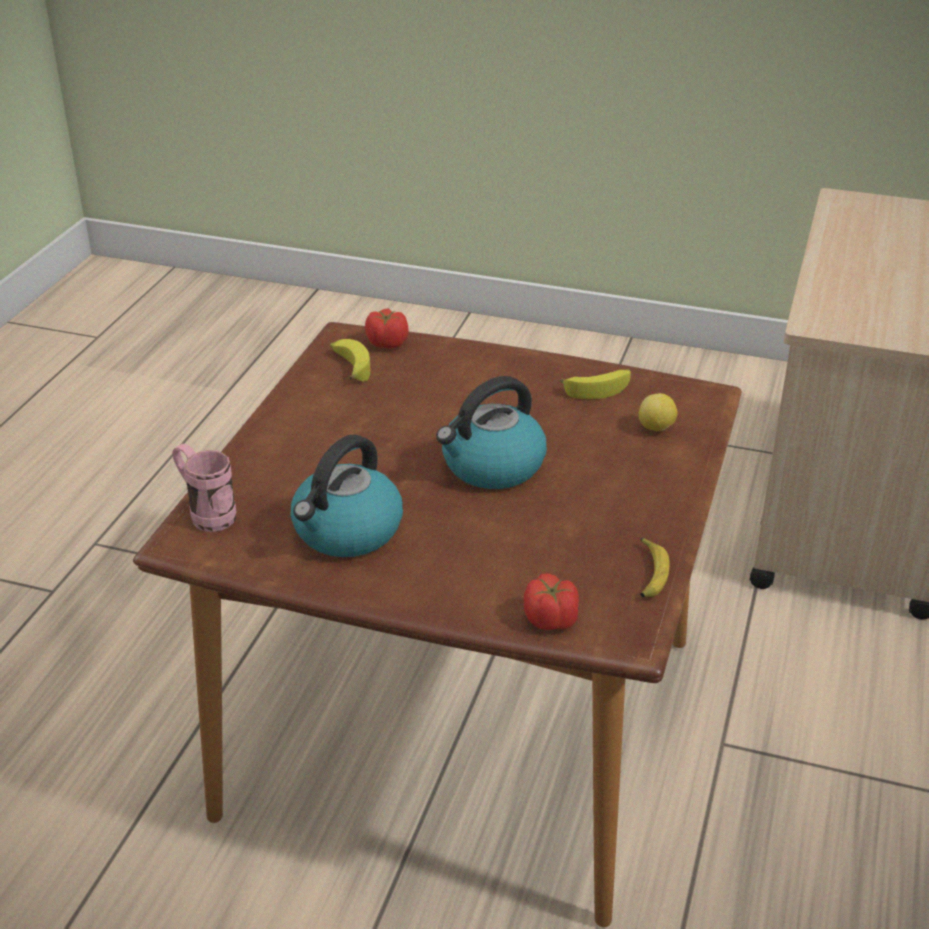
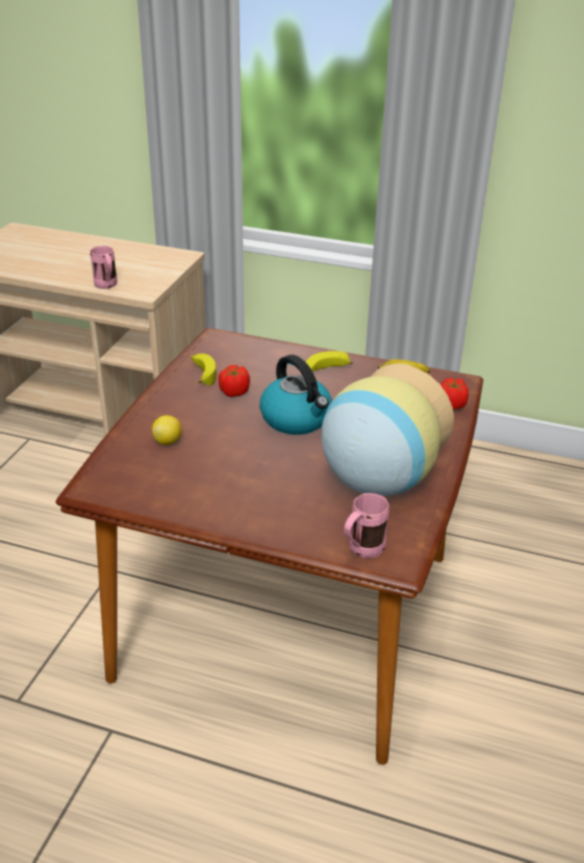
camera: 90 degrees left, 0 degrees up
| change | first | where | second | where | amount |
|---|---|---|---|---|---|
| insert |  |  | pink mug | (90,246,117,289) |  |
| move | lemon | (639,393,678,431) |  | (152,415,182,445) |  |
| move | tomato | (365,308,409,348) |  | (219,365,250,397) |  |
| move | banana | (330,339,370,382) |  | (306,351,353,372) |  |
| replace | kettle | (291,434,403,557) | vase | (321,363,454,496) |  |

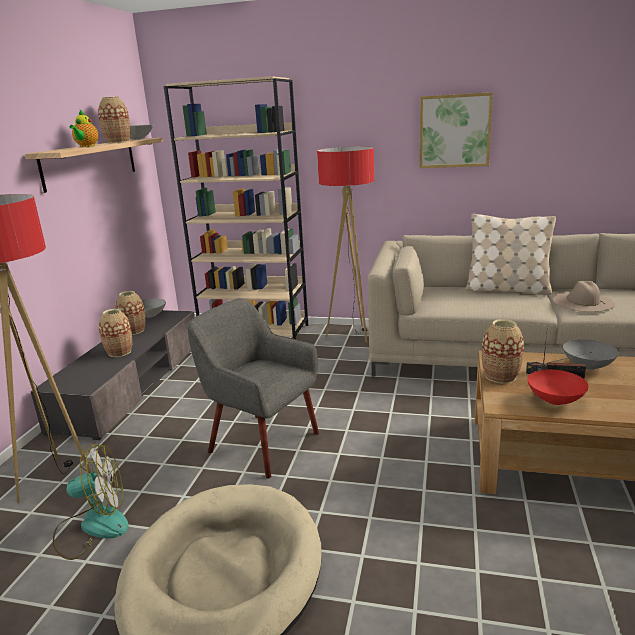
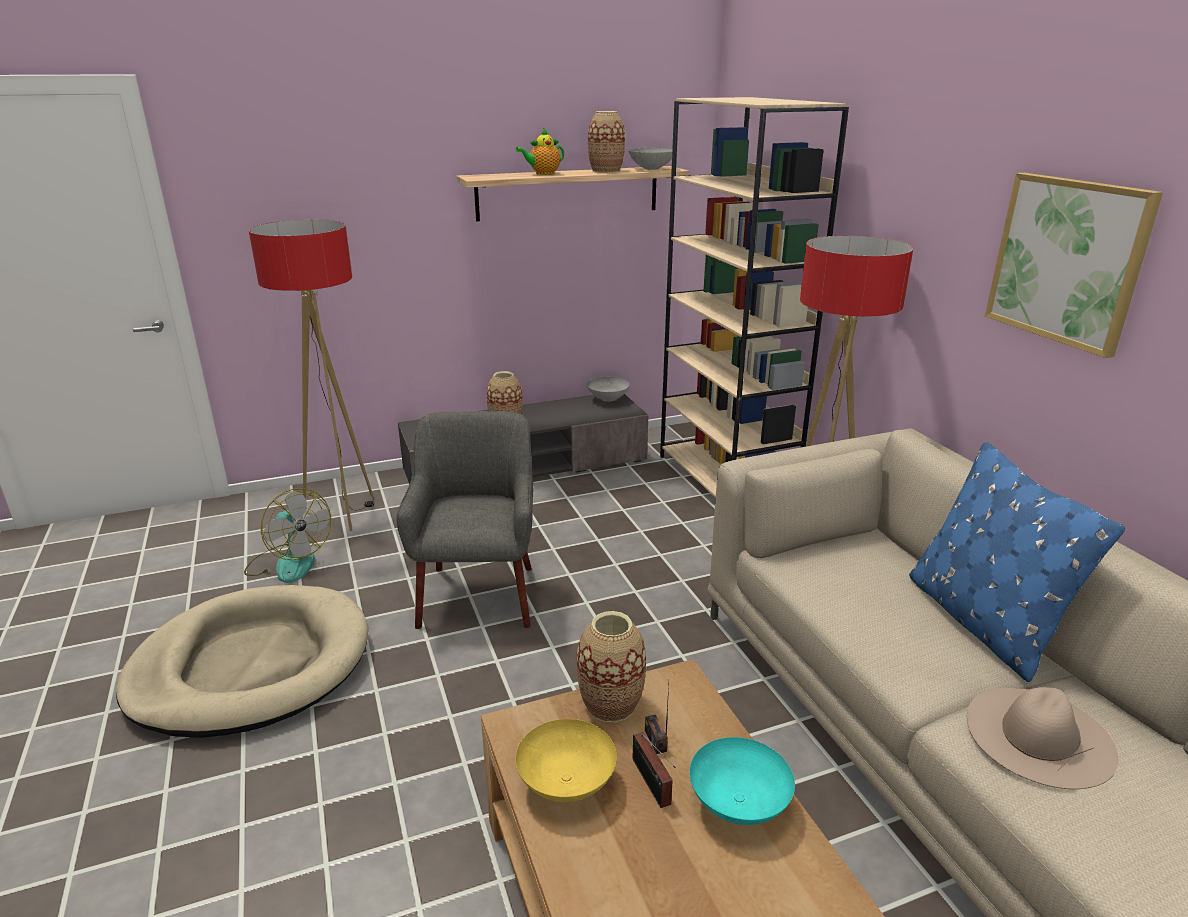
camera: 55 degrees right, 5 degrees up
| change | first | where | second | where | amount |
|---|---|---|---|---|---|
| recolor | red bowl | (527,369,589,405) | yellow bowl | (516,719,617,802) |  |
| recolor | grey bowl | (563,339,619,370) | turquoise bowl | (689,737,795,825) |  |
| recolor | beige pillow | (465,214,556,295) | blue pillow | (909,442,1125,682) |  |
| delete | vase | (115,291,145,335) |  |  |  |

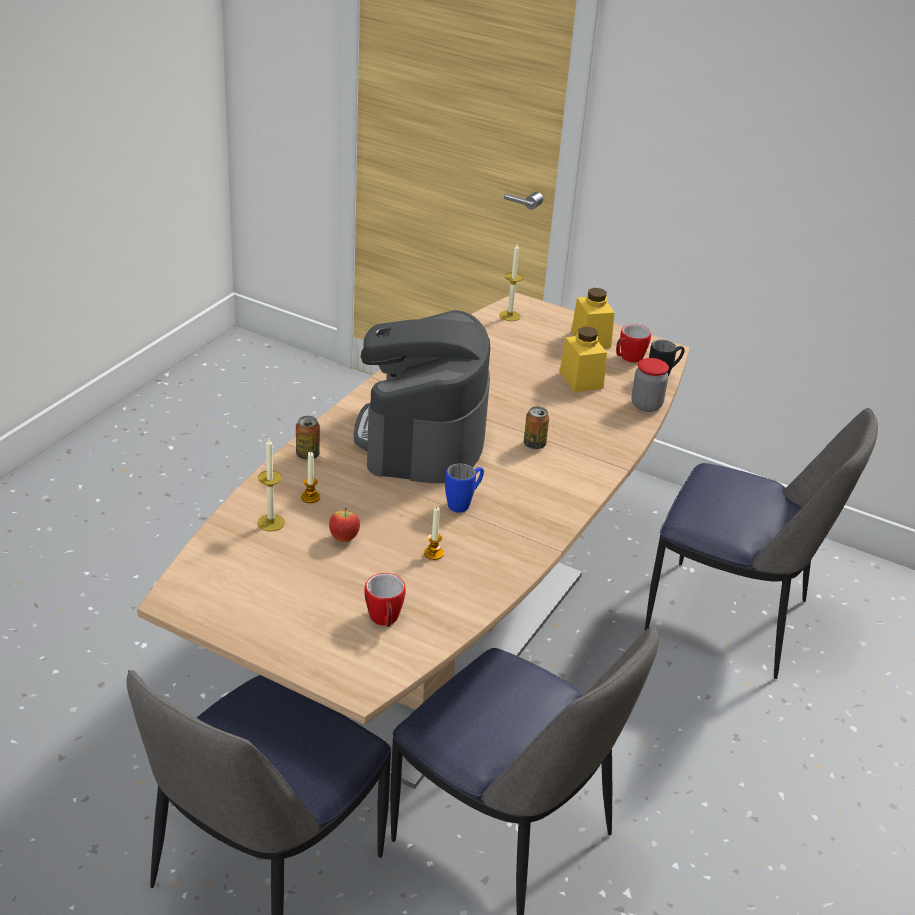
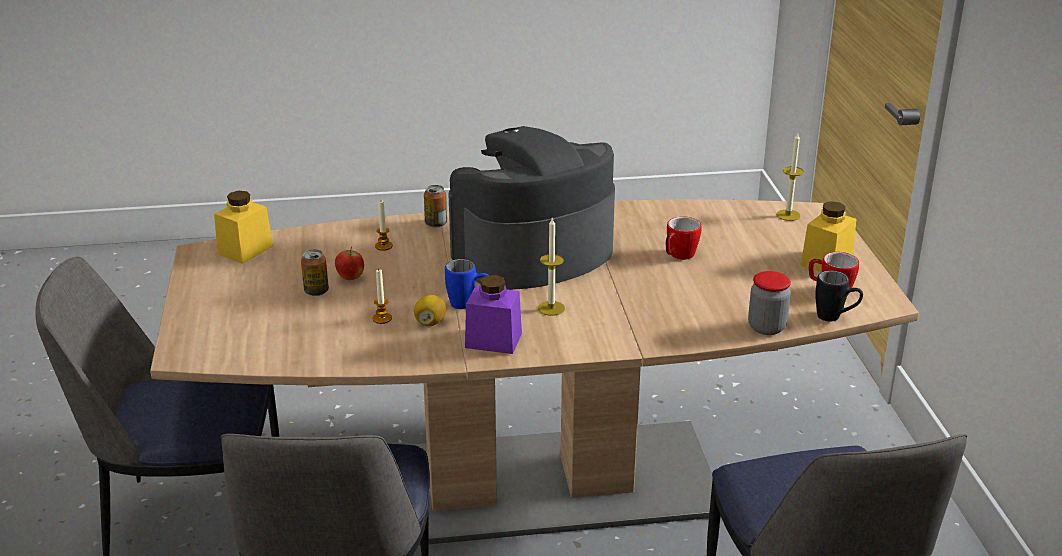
camera: 55 degrees right, 5 degrees down
| change | first | where | second | where | amount |
|---|---|---|---|---|---|
| move | yellow jar | (560,327,607,392) |  | (214,191,273,264) |  |
| move | can | (524,406,549,449) |  | (301,249,329,296) |  |
| insert |  |  | lemon | (414,295,446,326) |  |
| insert |  |  | purple jar | (465,275,522,354) |  |
| move | candle | (257,438,285,532) |  | (538,218,565,316) |  |
| move | mug | (365,573,406,627) |  | (666,216,702,260) |  |

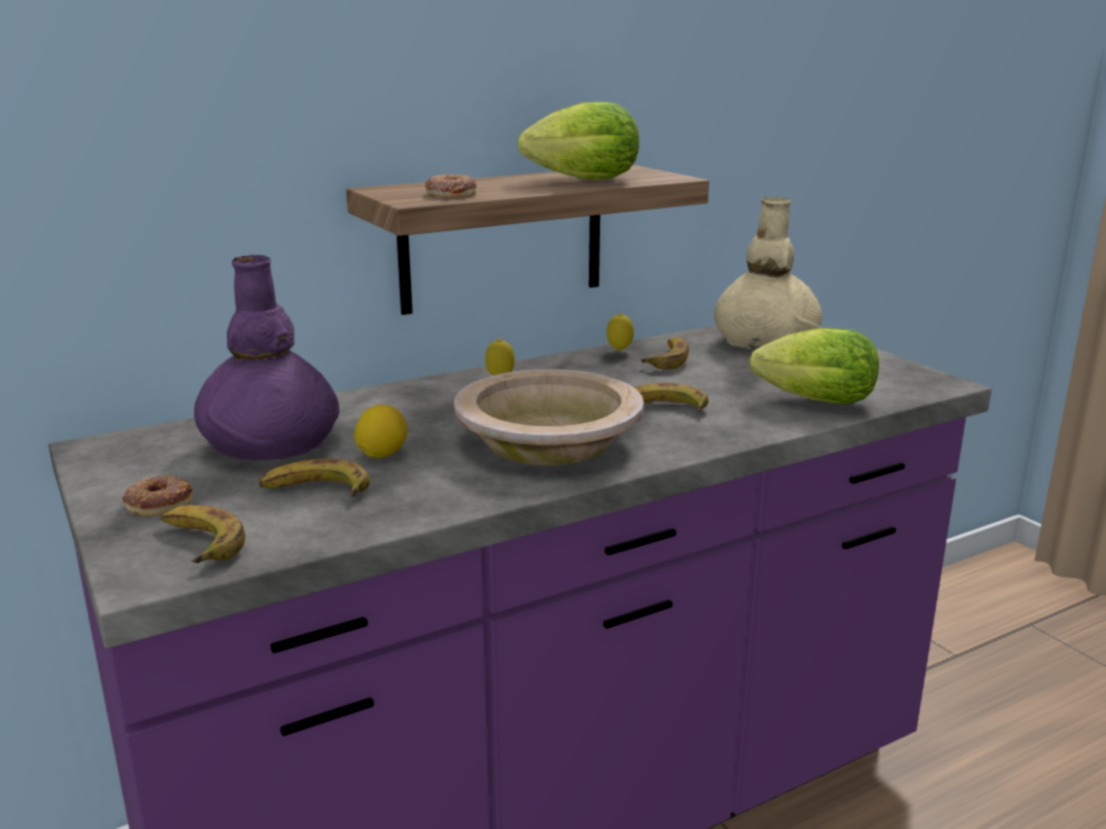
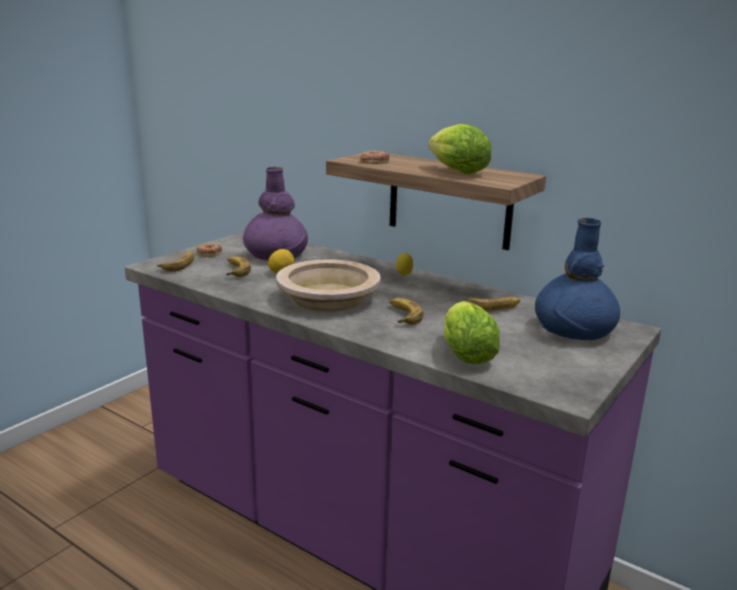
camera: 65 degrees right, 0 degrees up
| change | first | where | second | where | amount |
|---|---|---|---|---|---|
| recolor | beige vase | (714,197,822,350) | blue vase | (535,218,620,341) |  |
| delete | lemon | (607,313,634,351) |  |  |  |

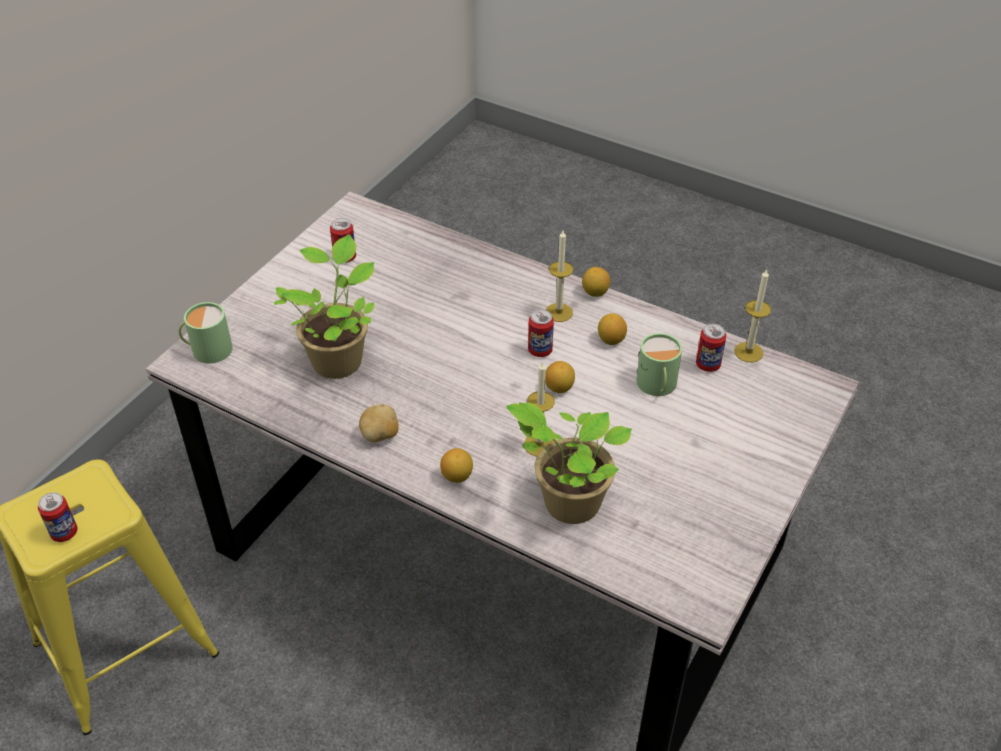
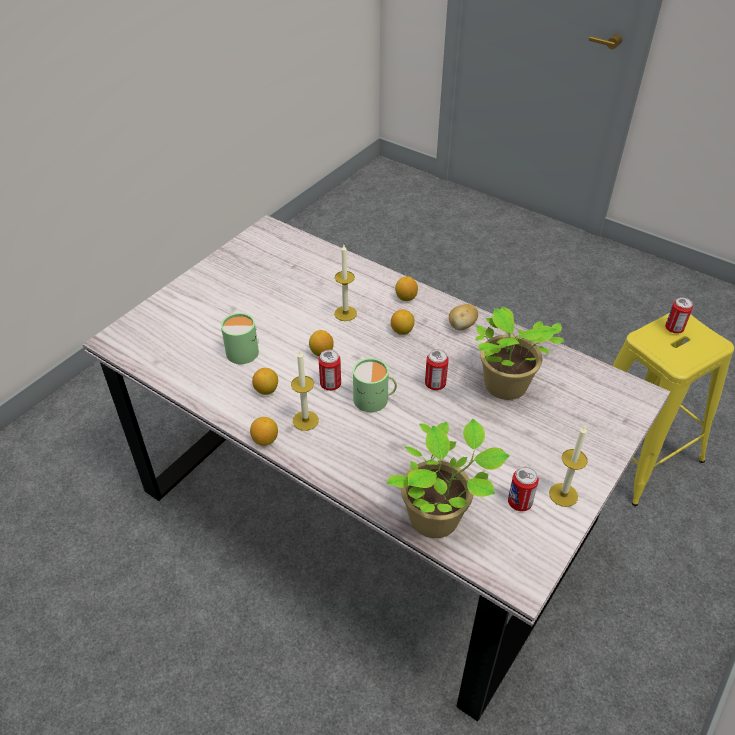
camera: 175 degrees left, 0 degrees up
| change | first | where | second | where | amount |
|---|---|---|---|---|---|
| move | green mug | (178,302,233,364) |  | (353,358,397,412) |  |
| move | potted plant | (506,402,632,524) |  | (386,419,509,538) |  |
| insert |  |  | lemon | (391,309,415,335) |  |
| move | can | (696,324,726,372) |  | (425,349,449,390) |  |
| move | candle | (734,269,771,362) |  | (549,426,588,507) |  |

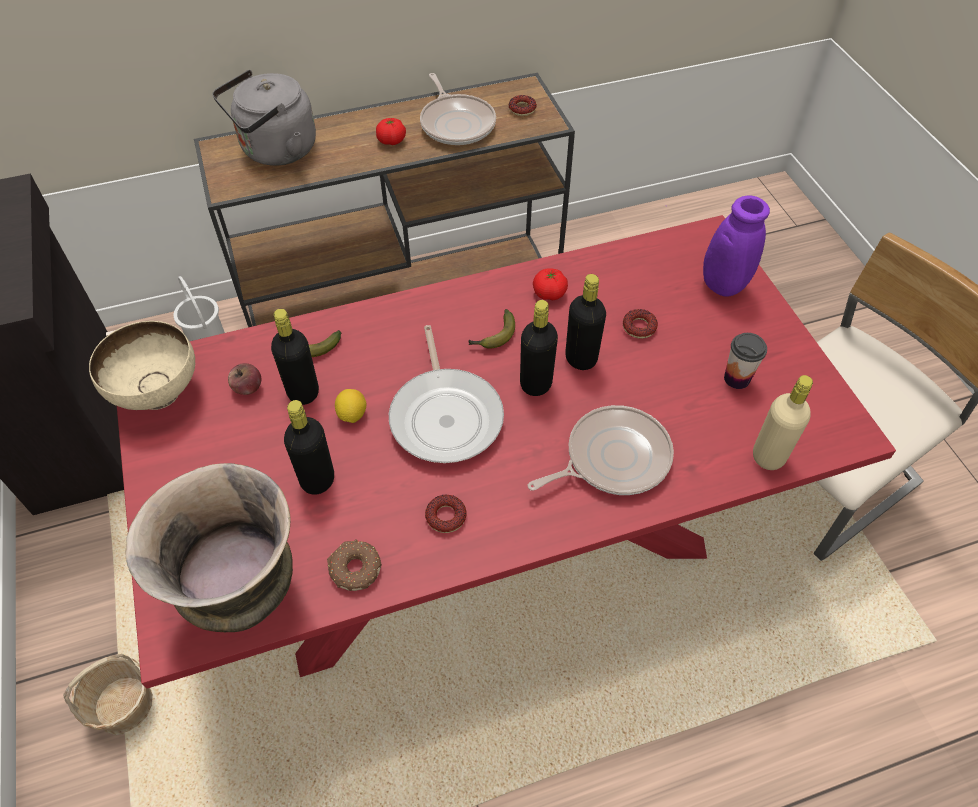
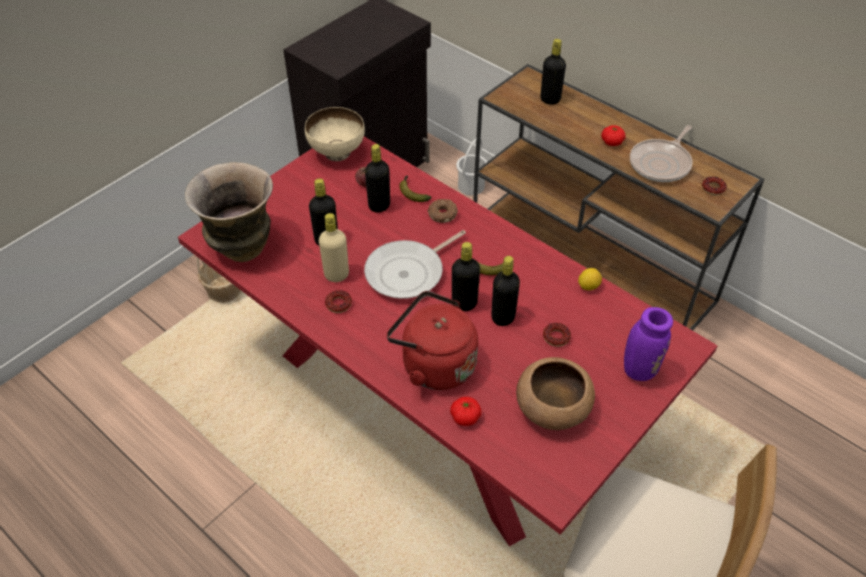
camera: 60 degrees right, 5 degrees down
| change | first | where | second | where | amount |
|---|---|---|---|---|---|
| move | beige bottle | (753,375,813,470) |  | (319,213,349,282) |  |
| replace | frying pan | (527,405,674,495) | red kettle | (387,291,478,390) |  |
| move | donut | (327,540,382,591) |  | (428,199,458,223) |  |
| move | tomato | (533,268,568,300) |  | (450,397,481,426) |  |
| replace | cup | (724,333,767,389) | brown bowl | (516,357,595,430) |  |
| replace | grey kettle | (212,70,316,166) | black bottle | (540,39,566,105) |  |
| move | lemon | (335,389,366,423) |  | (578,268,602,290) |  |

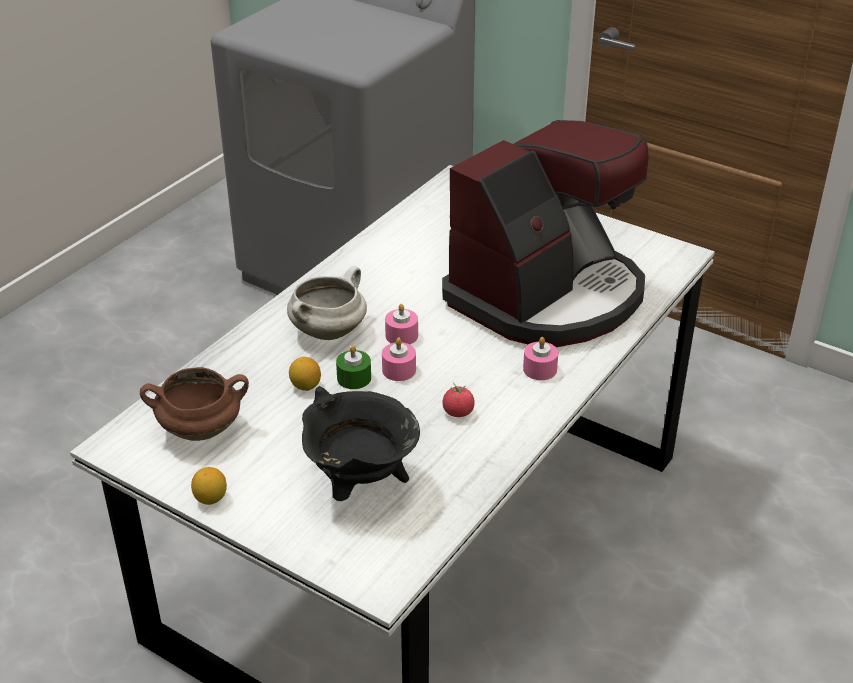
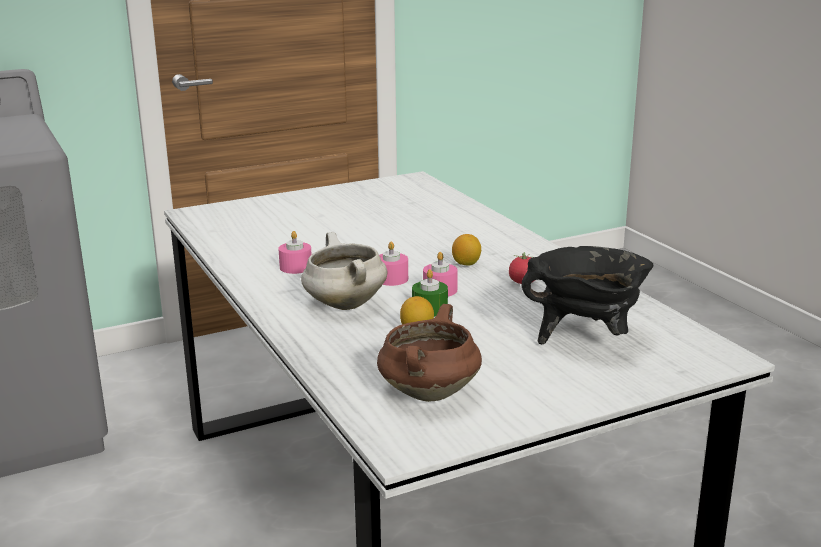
camera: 60 degrees left, 15 degrees down
| change | first | where | second | where | amount |
|---|---|---|---|---|---|
| move | pink candle | (523,337,558,380) |  | (278,231,312,274) |  |
| move | lemon | (191,467,227,505) |  | (452,234,481,266) |  |
| delete | coffee machine | (442,120,649,347) |  |  |  |

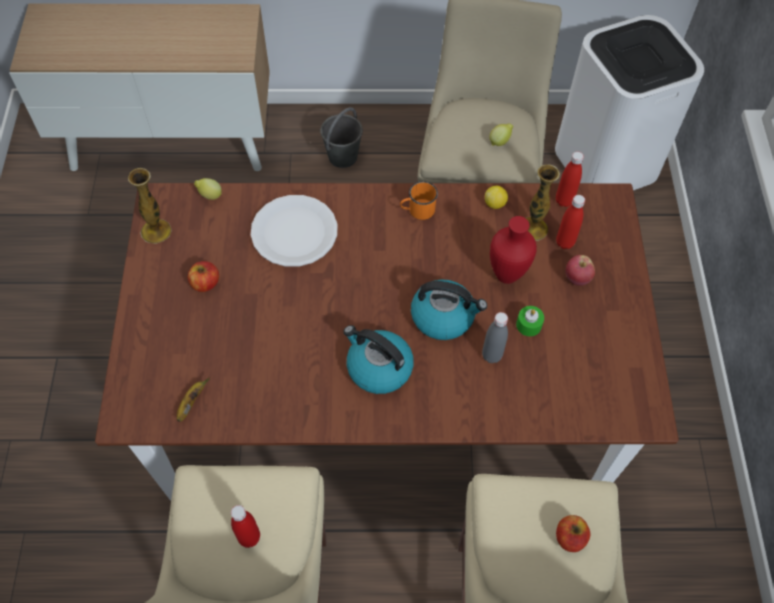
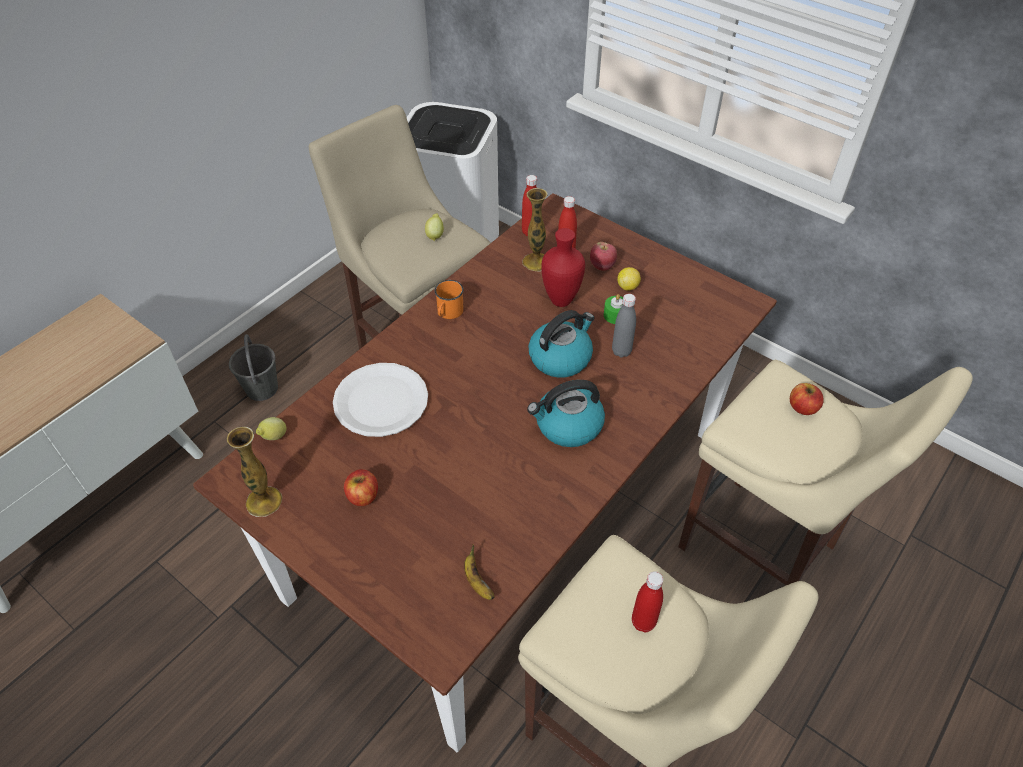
camera: 50 degrees left, 10 degrees down
| change | first | where | second | where | amount |
|---|---|---|---|---|---|
| move | lemon | (485,186,508,209) |  | (617,267,641,291) |  |

